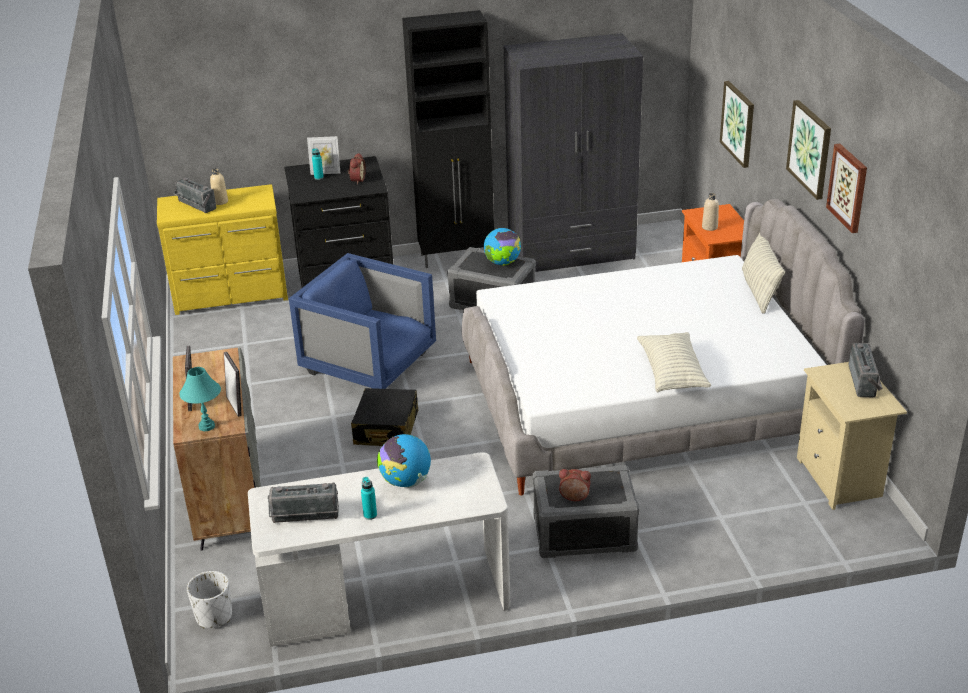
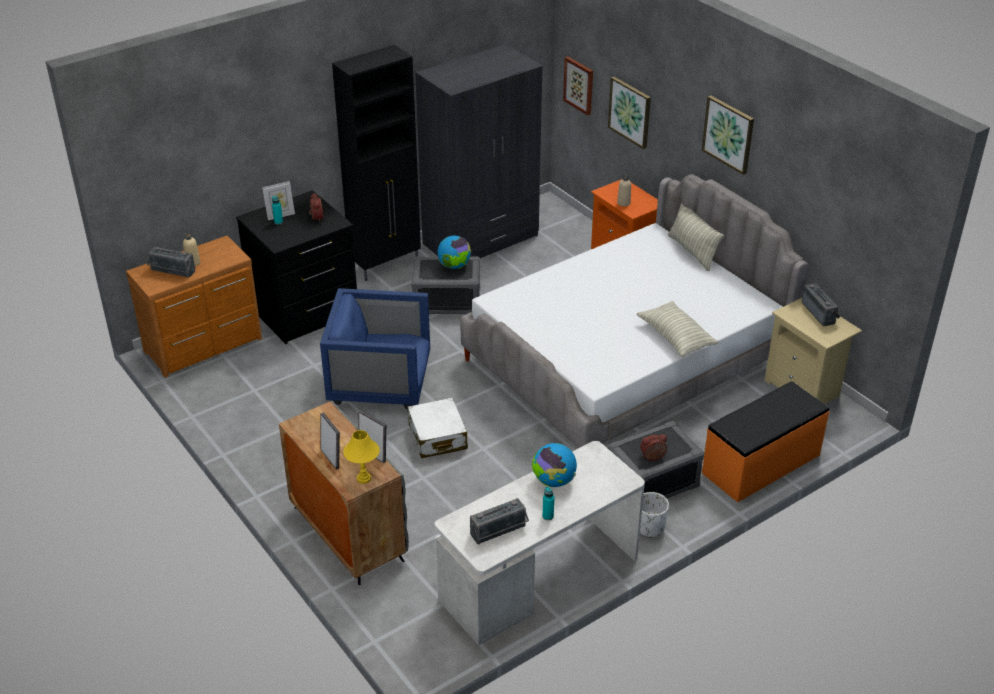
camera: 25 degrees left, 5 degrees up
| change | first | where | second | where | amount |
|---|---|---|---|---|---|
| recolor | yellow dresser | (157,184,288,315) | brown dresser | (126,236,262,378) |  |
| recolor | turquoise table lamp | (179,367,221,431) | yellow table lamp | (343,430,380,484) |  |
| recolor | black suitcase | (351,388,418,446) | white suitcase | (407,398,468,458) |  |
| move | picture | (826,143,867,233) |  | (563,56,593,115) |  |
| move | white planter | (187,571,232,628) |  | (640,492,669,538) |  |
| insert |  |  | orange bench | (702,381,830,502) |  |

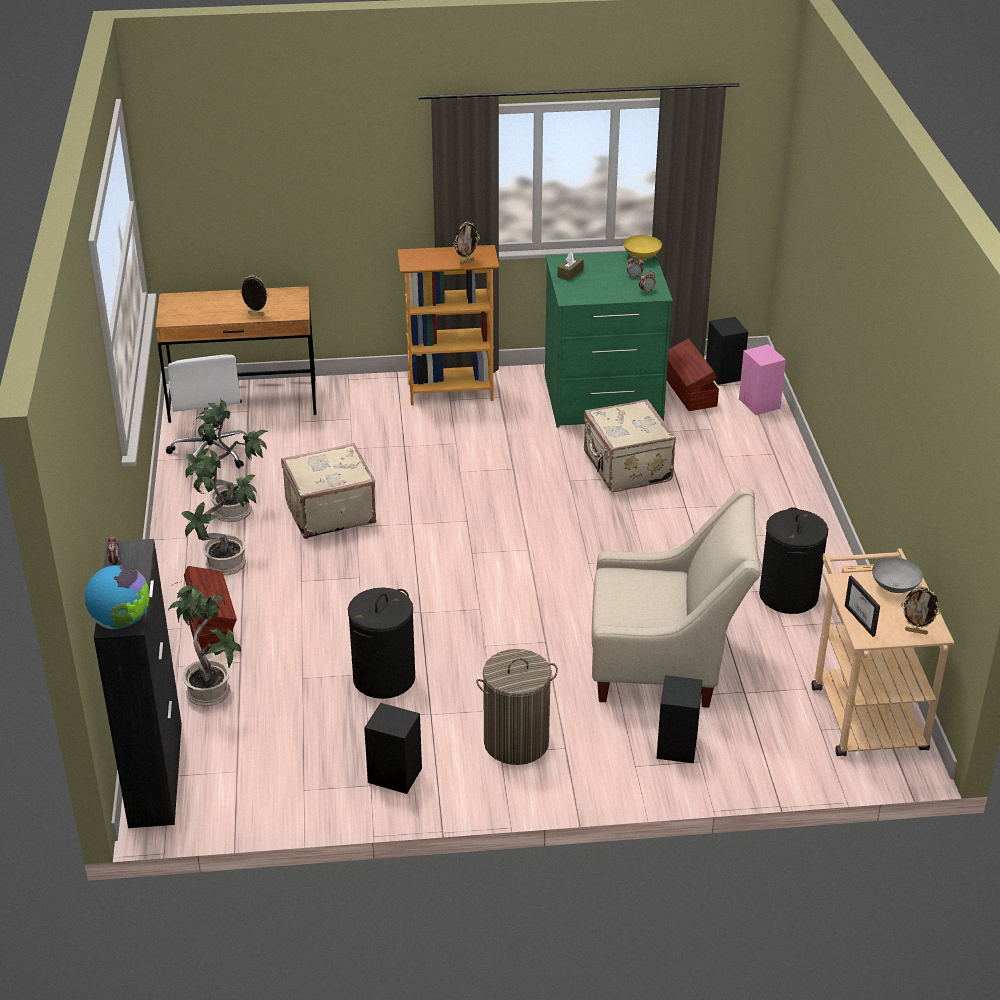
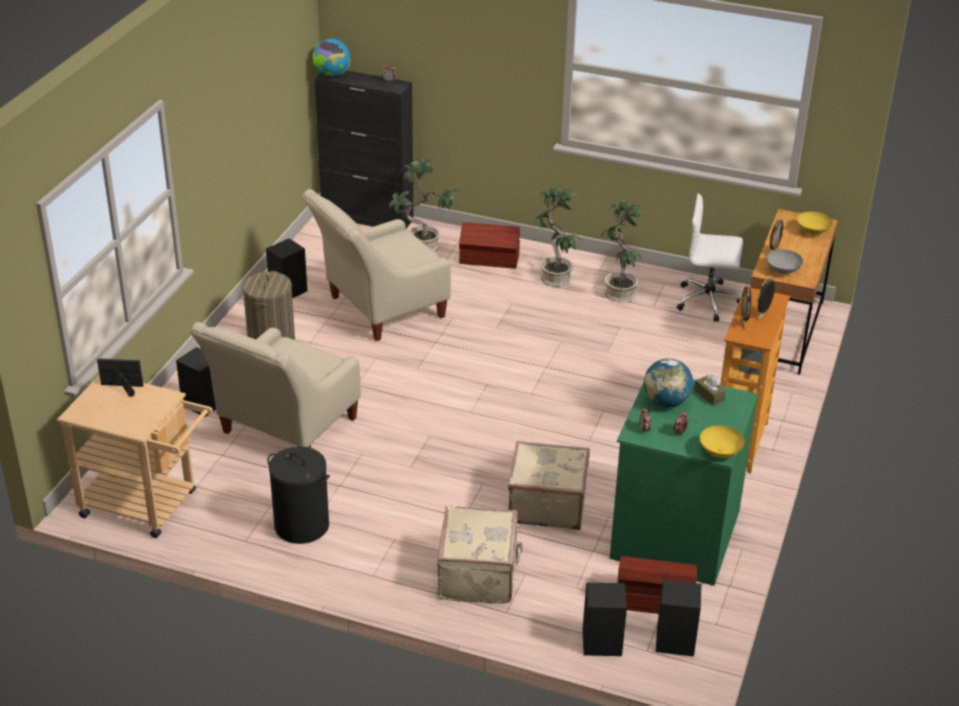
camera: 115 degrees right, 0 degrees up
| change | first | where | second | where | amount |
|---|---|---|---|---|---|
| replace | black laundry basket | (348,588,415,699) | beige armchair | (302,189,451,341) |  |
| move | beige suitcase | (281,443,376,539) |  | (438,505,522,604) |  |
| recolor | pink speaker | (739,344,786,415) | black speaker | (582,582,627,656) |  |
| insert |  |  | globe | (644,358,693,407) |  |
| move | picture frame | (901,587,941,634) |  | (756,277,775,320) |  |
| move | grey bowl | (872,558,923,593) |  | (766,250,803,274) |  |
| insert |  |  | yellow bowl | (797,211,832,235) |  |

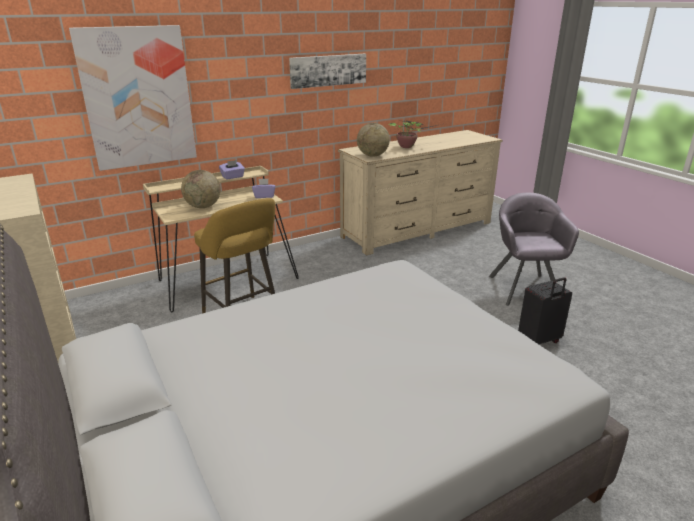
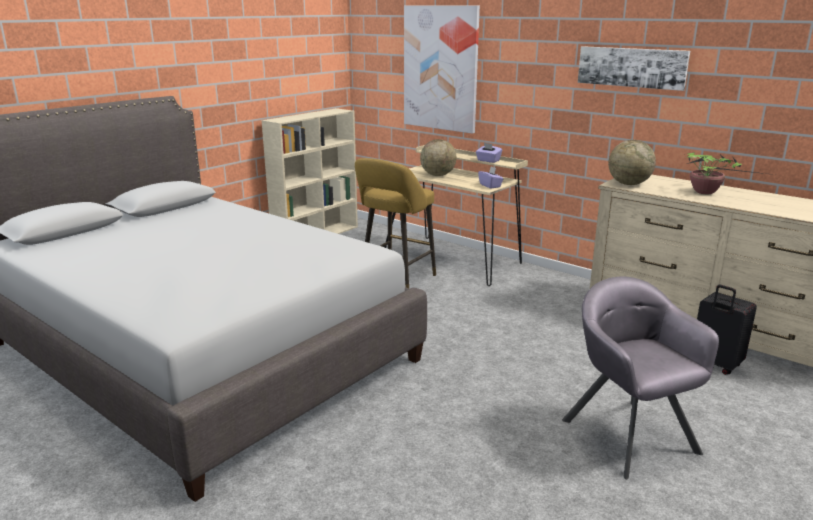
camera: 70 degrees right, 5 degrees down
| change | first | where | second | where | amount |
|---|---|---|---|---|---|
| rotate | grey armchair | (489,193,579,306) |  | (562,276,719,479) | 90 degrees counterclockwise |
| move | black suitcase | (518,277,572,344) |  | (697,285,757,375) |  |

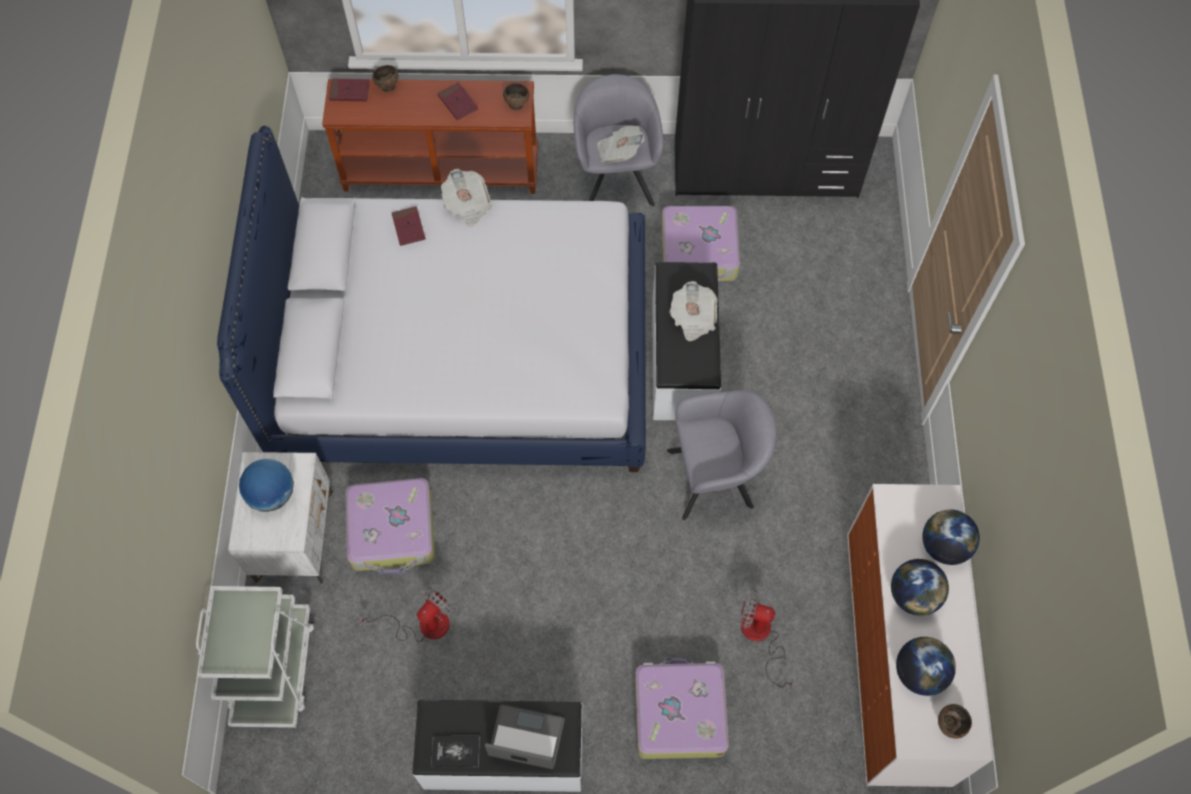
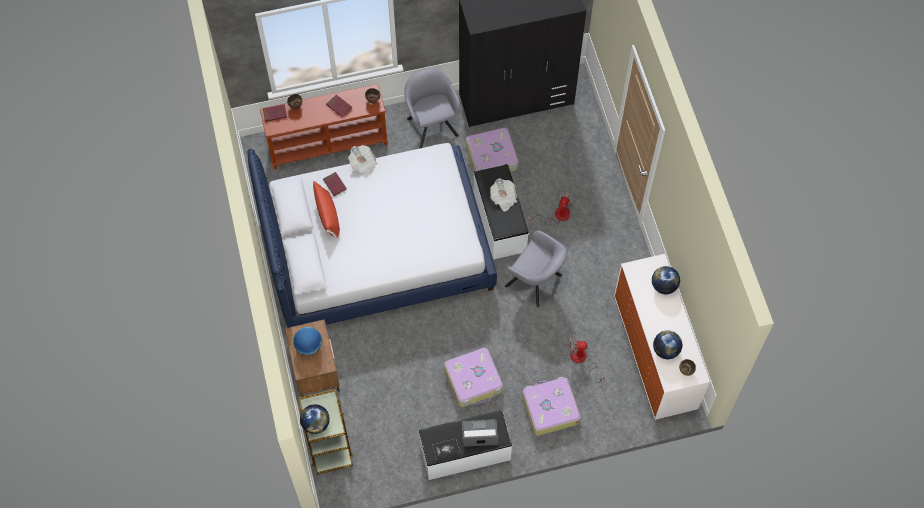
camera: 15 degrees left, 0 degrees up
| change | first | where | second | where | amount |
|---|---|---|---|---|---|
| recolor | white nightstand | (228,452,333,585) | brown nightstand | (285,319,340,397) |  |
| recolor | white cart | (196,586,315,728) | brown cart | (299,389,353,475) |  |
| move | globe | (891,559,949,616) |  | (300,404,330,434) |  |
| insert |  |  | red pillow | (313,181,340,240) |  |
| move | suitcase | (345,478,435,574) |  | (444,348,503,407) |  |
| rotate | grey armchair | (667,390,776,520) |  | (505,231,567,307) | 60 degrees clockwise |
| move | fan | (358,587,453,642) |  | (527,191,576,225) |  |
| delete | newspaper | (597,126,644,163) |  |  |  |

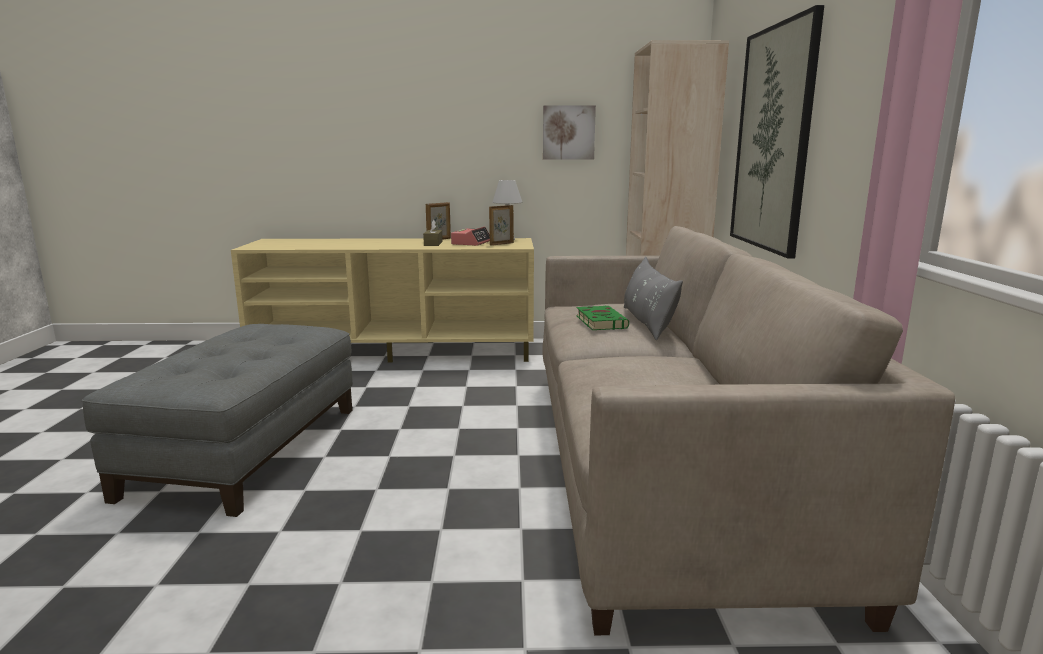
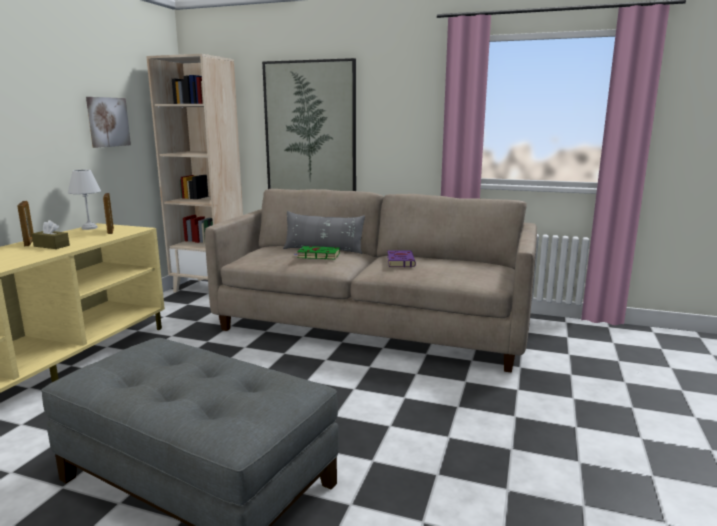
camera: 70 degrees left, 0 degrees up
| change | first | where | second | where | amount |
|---|---|---|---|---|---|
| insert |  |  | purple book | (387,250,416,267) |  |
| delete | alarm clock | (451,227,490,246) |  |  |  |

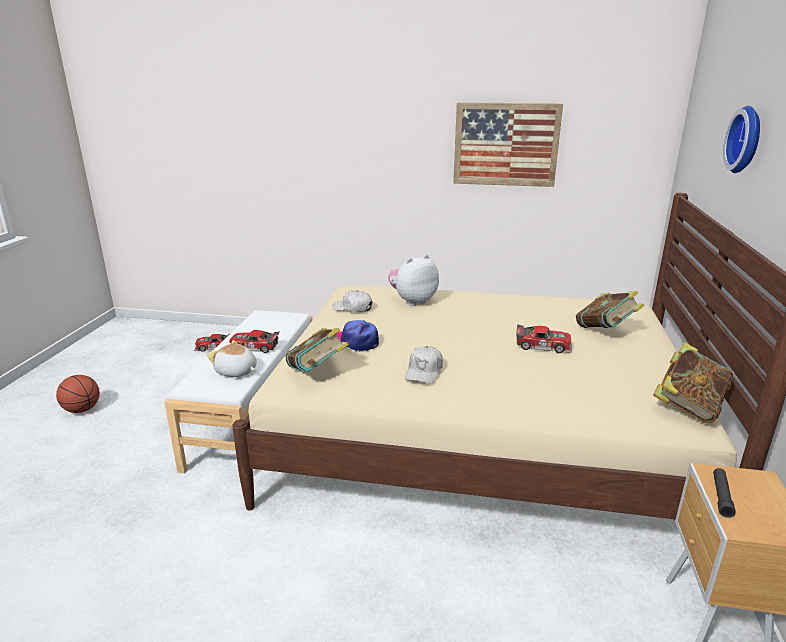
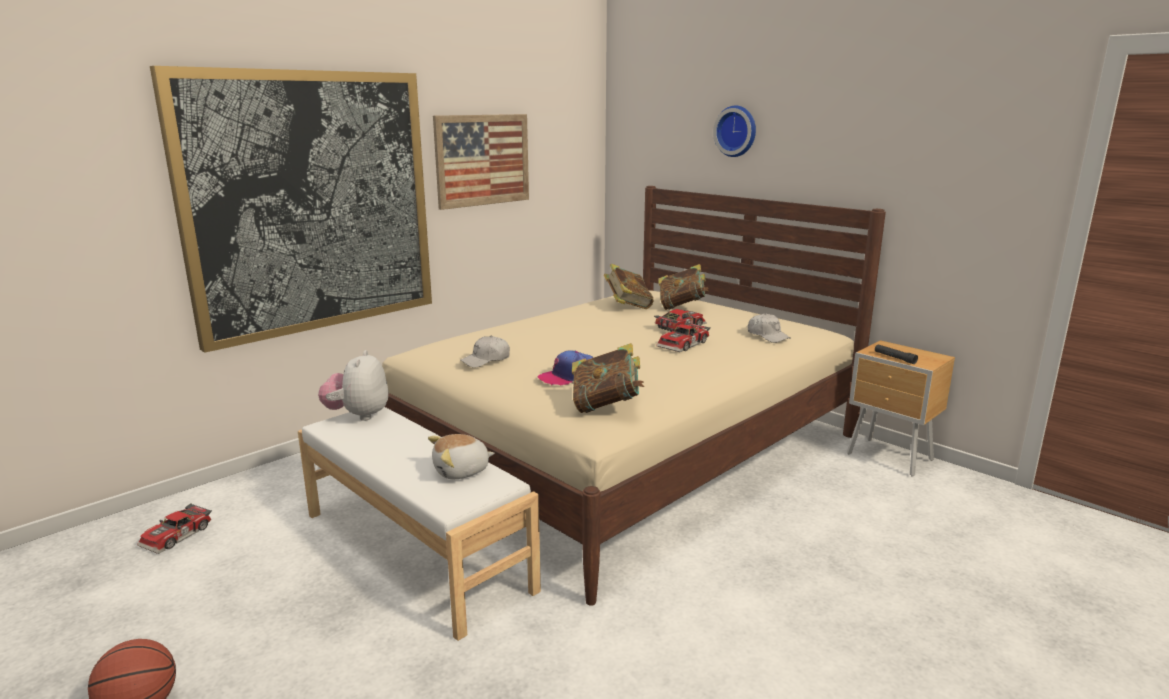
camera: 55 degrees left, 5 degrees down
| change | first | where | second | where | amount |
|---|---|---|---|---|---|
| insert |  |  | picture | (150,66,432,353) |  |
| move | plush toy | (388,254,439,306) |  | (318,350,388,421) |  |
| move | book | (653,342,733,423) |  | (604,264,654,309) |  |
| move | toy car | (229,330,280,353) |  | (656,322,711,352) |  |
| move | white cap | (405,346,443,384) |  | (748,313,791,343) |  |

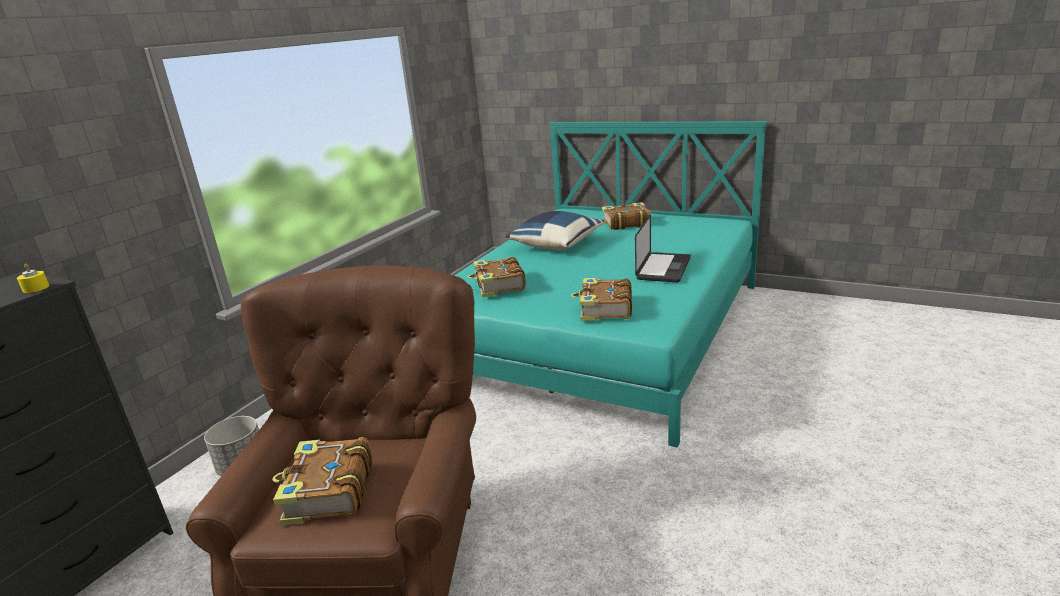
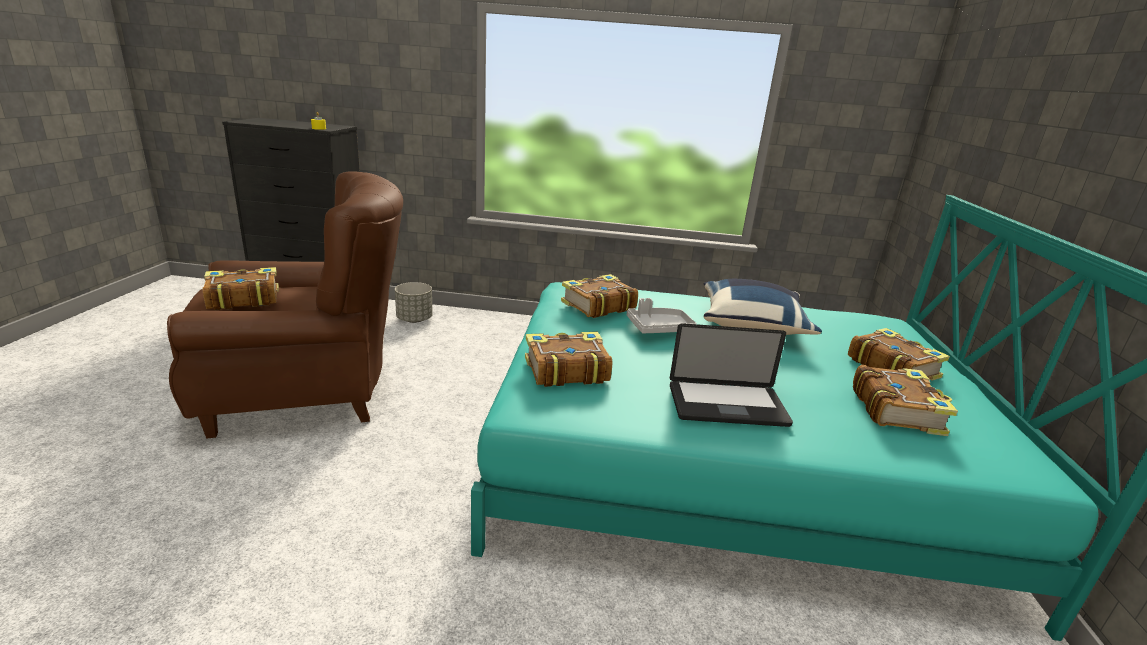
camera: 65 degrees right, 0 degrees up
| change | first | where | second | where | amount |
|---|---|---|---|---|---|
| insert |  |  | grey tray | (627,298,696,333) |  |
| insert |  |  | book | (853,365,958,436) |  |

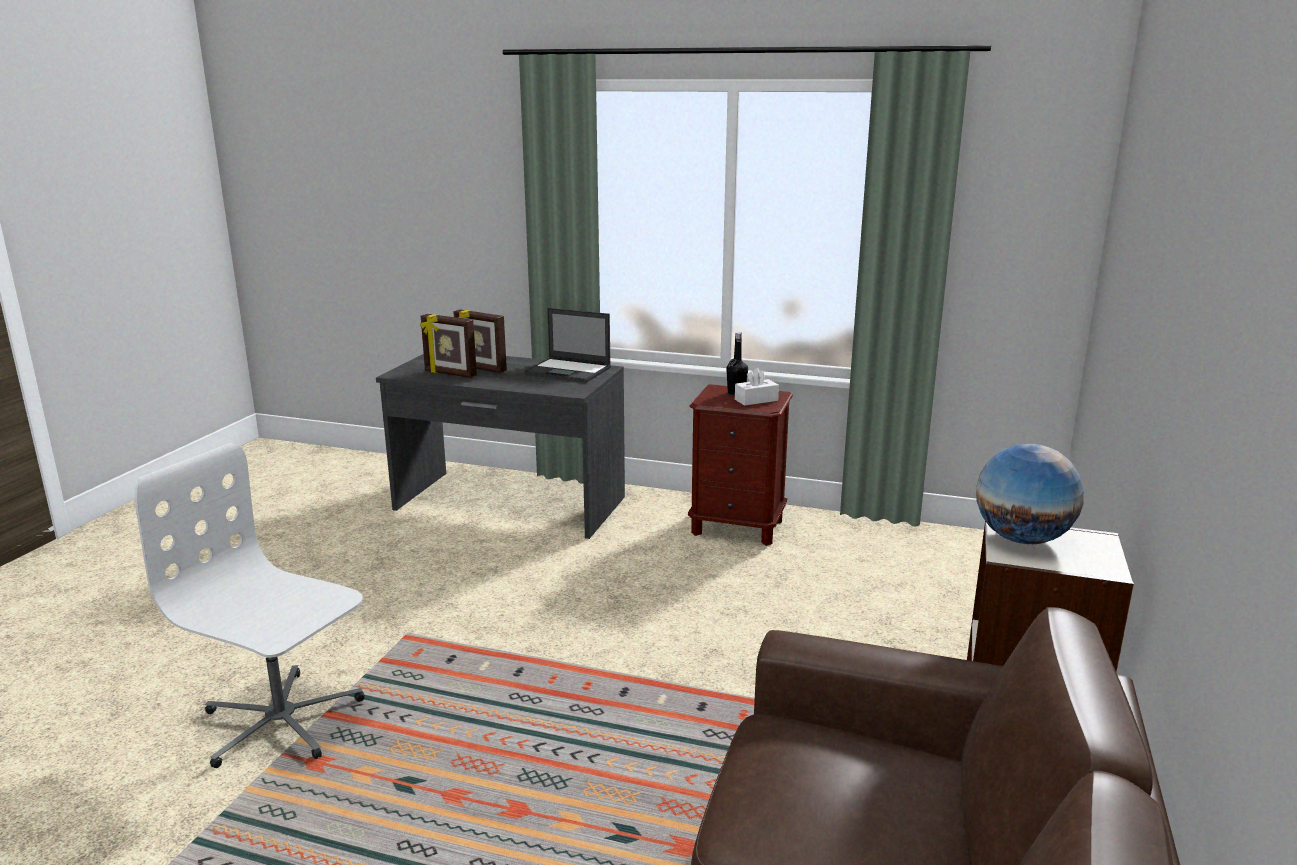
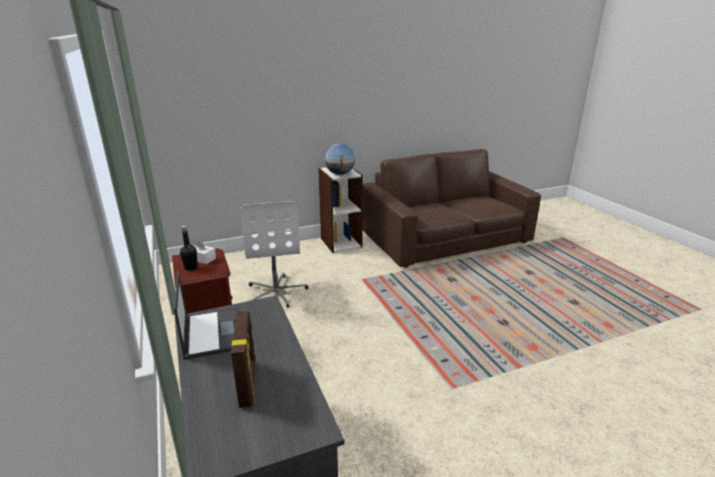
camera: 130 degrees left, 5 degrees up
| change | first | where | second | where | amount |
|---|---|---|---|---|---|
| move | white office chair | (135,443,365,768) |  | (241,201,308,308) |  |
| delete | picture frame | (420,314,477,378) |  |  |  |

